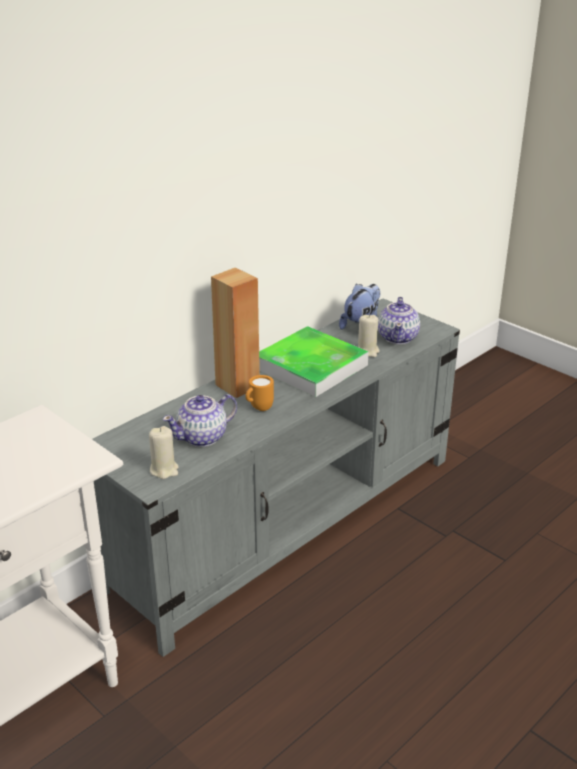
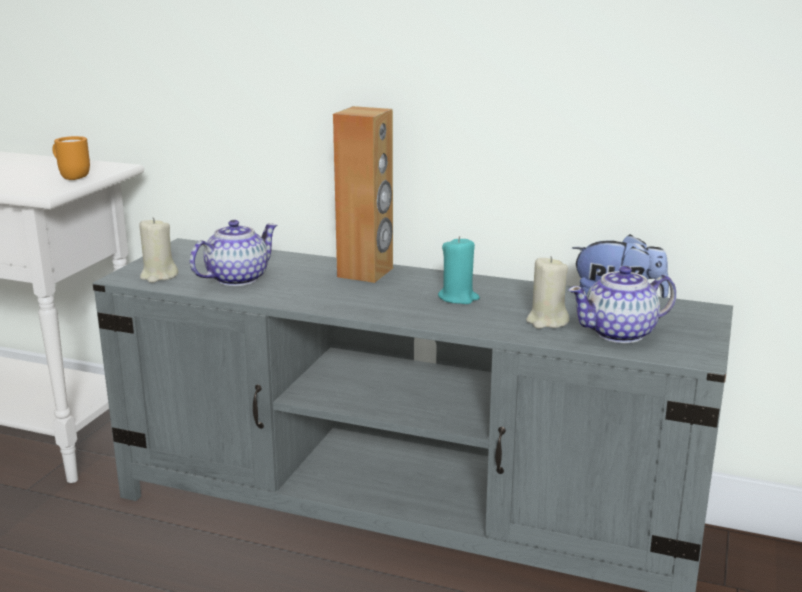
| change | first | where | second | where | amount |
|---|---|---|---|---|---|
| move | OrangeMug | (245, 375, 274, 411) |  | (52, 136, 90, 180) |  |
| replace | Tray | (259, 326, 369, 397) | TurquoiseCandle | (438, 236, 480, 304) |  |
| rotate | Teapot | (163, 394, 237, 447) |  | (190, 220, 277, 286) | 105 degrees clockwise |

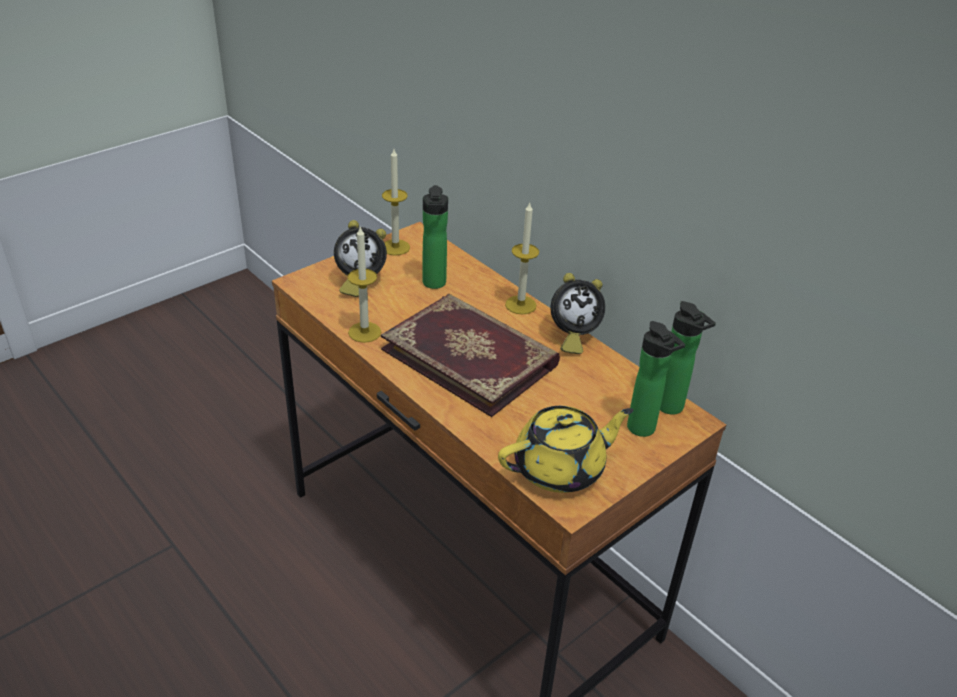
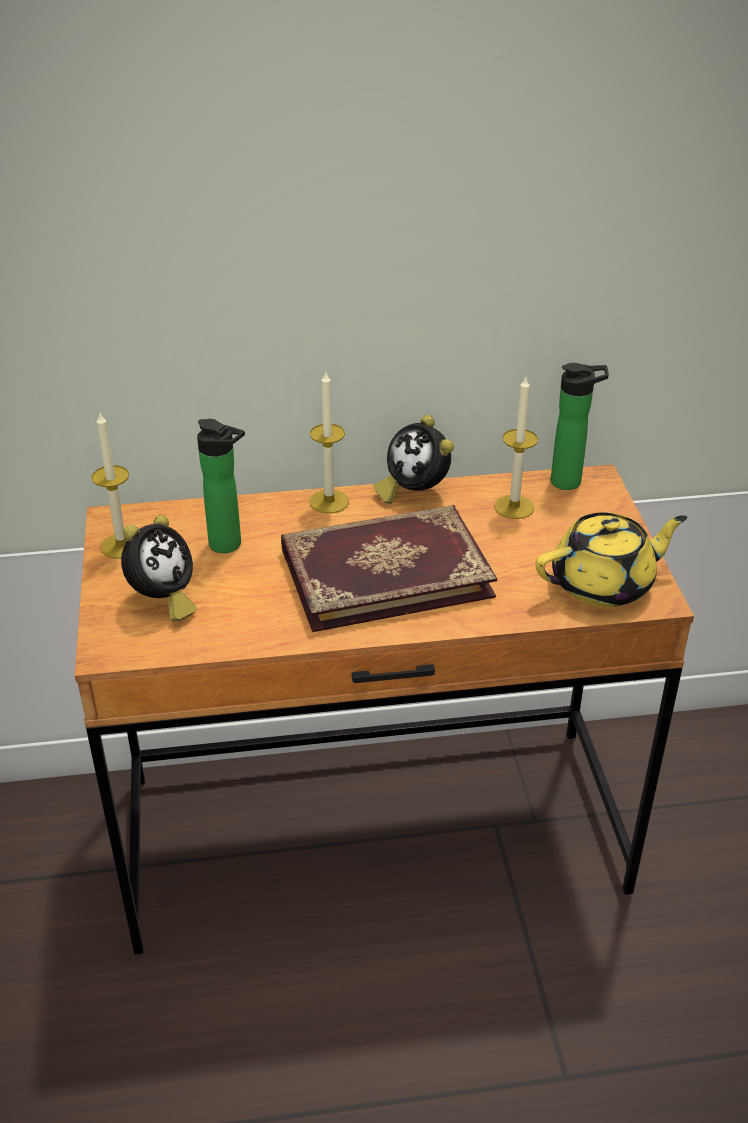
| change | first | where | second | where | amount |
|---|---|---|---|---|---|
| delete | Bottle | (627, 321, 685, 437) |  |  |  |
| move | Candle | (348, 227, 381, 343) |  | (494, 377, 538, 519) |  |
| rotate | YellowTeapot | (498, 406, 634, 493) |  | (536, 512, 687, 607) | 60 degrees clockwise |
| rotate | AlarmClock | (550, 273, 605, 354) |  | (373, 415, 454, 504) | 120 degrees clockwise |

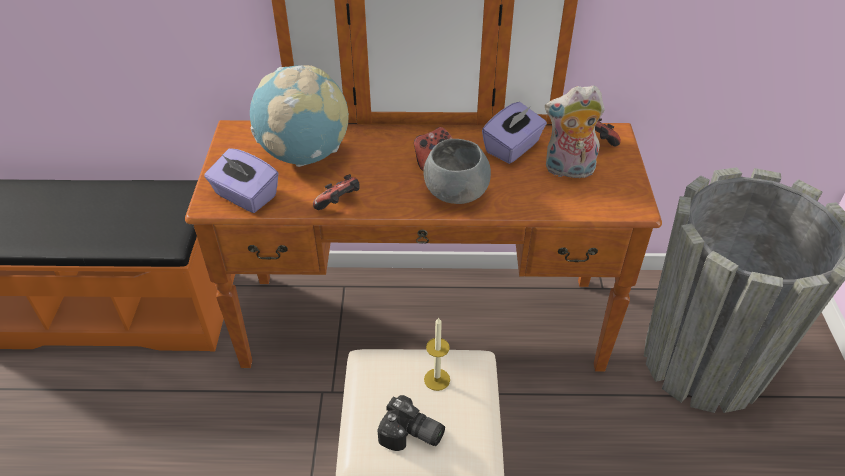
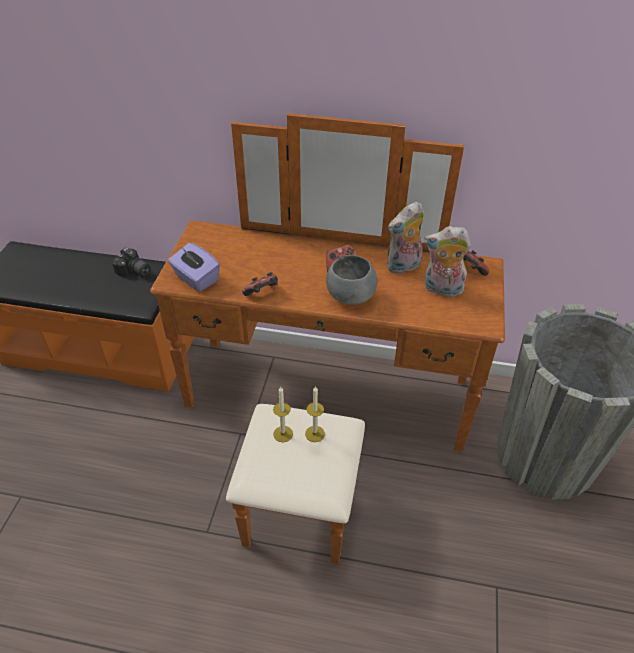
| change | first | where | second | where | amount |
|---|---|---|---|---|---|
| delete | Globe | (250, 65, 349, 167) |  |  |  |
| insert |  |  | Candle | (273, 387, 293, 442) |  |
| move | PhotoCamera | (378, 395, 445, 451) |  | (112, 247, 151, 277) |  |
| replace | PurpleTissueBox | (482, 102, 547, 164) | PlushToy | (387, 201, 424, 274) |  |

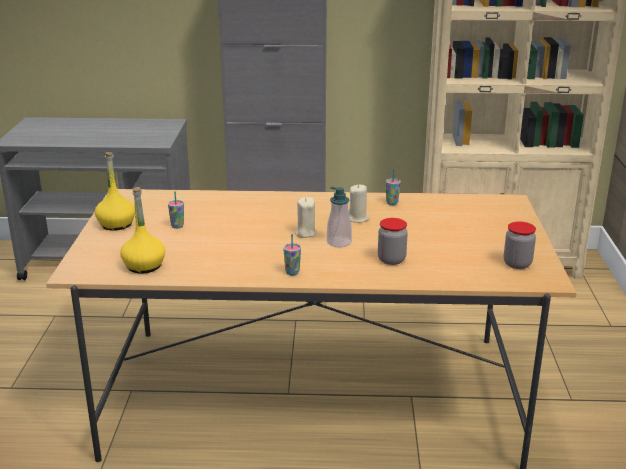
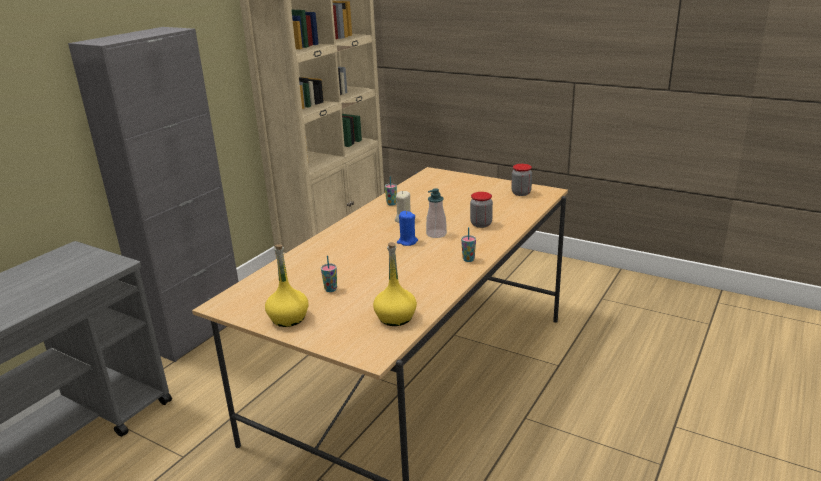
| change | first | where | second | where | amount |
|---|---|---|---|---|---|
| recolor | BeigeCandle | (295, 197, 317, 238) | BlueCandle | (397, 211, 418, 246) |  |

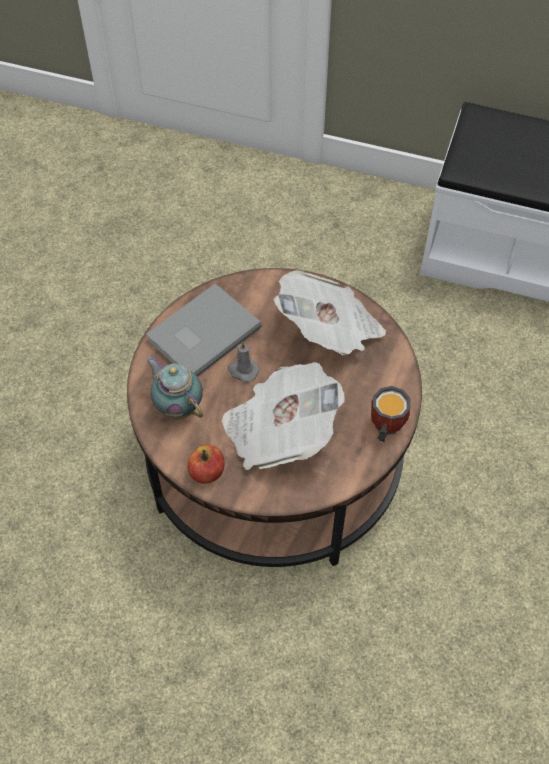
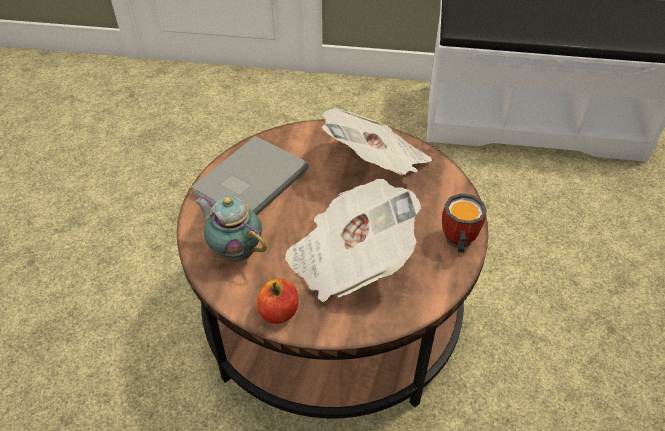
| change | first | where | second | where | amount |
|---|---|---|---|---|---|
| delete | GreyCandle | (228, 341, 259, 382) |  |  |  |

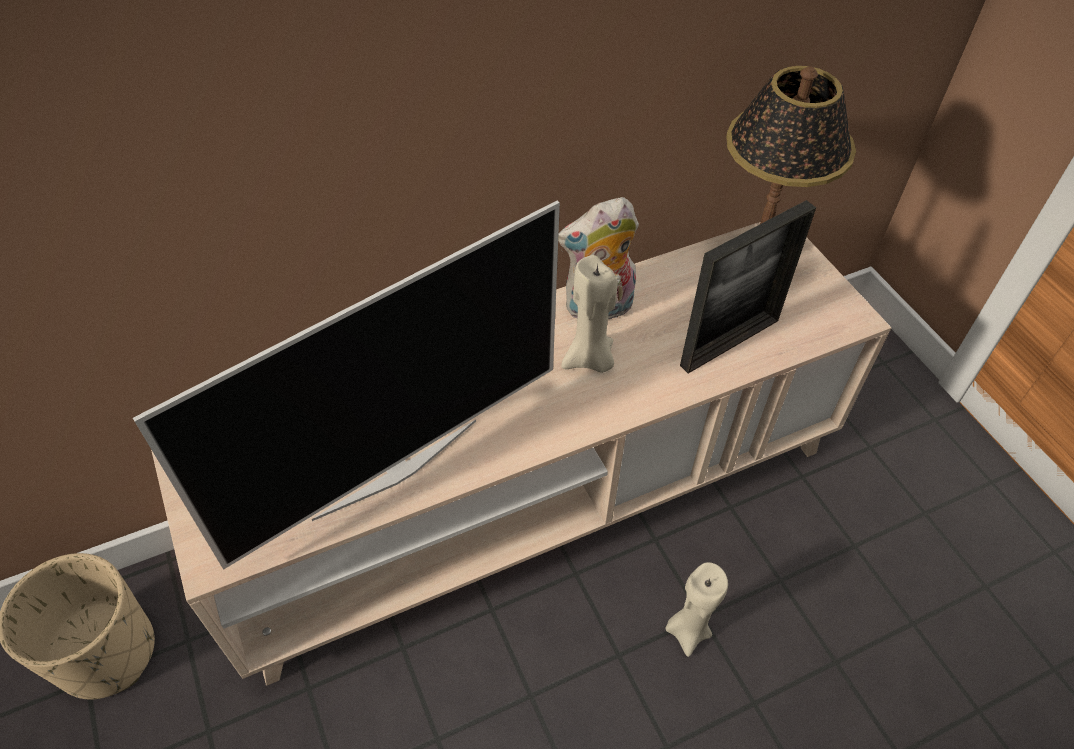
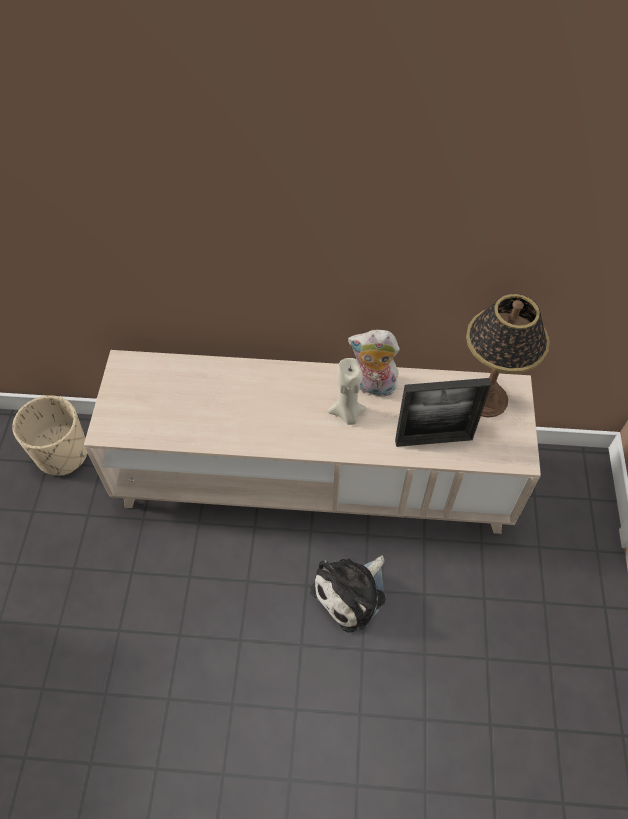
| change | first | where | second | where | amount |
|---|---|---|---|---|---|
| delete | Television | (133, 201, 560, 570) |  |  |  |
| replace | BeigeCandle | (666, 562, 728, 657) | PlushToy | (310, 556, 386, 633) |  |

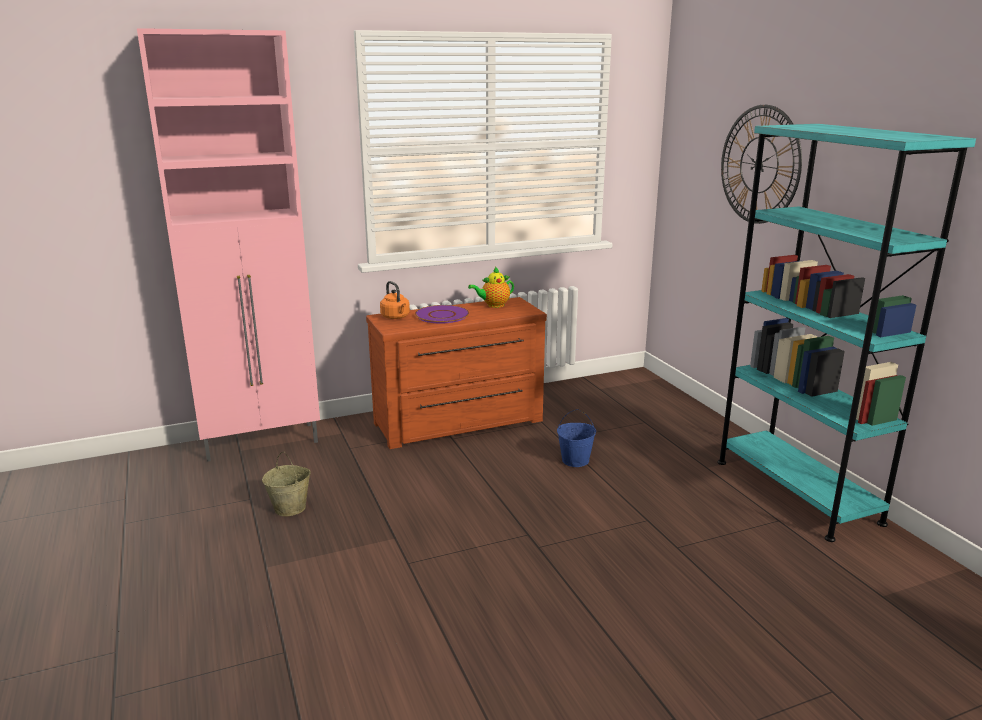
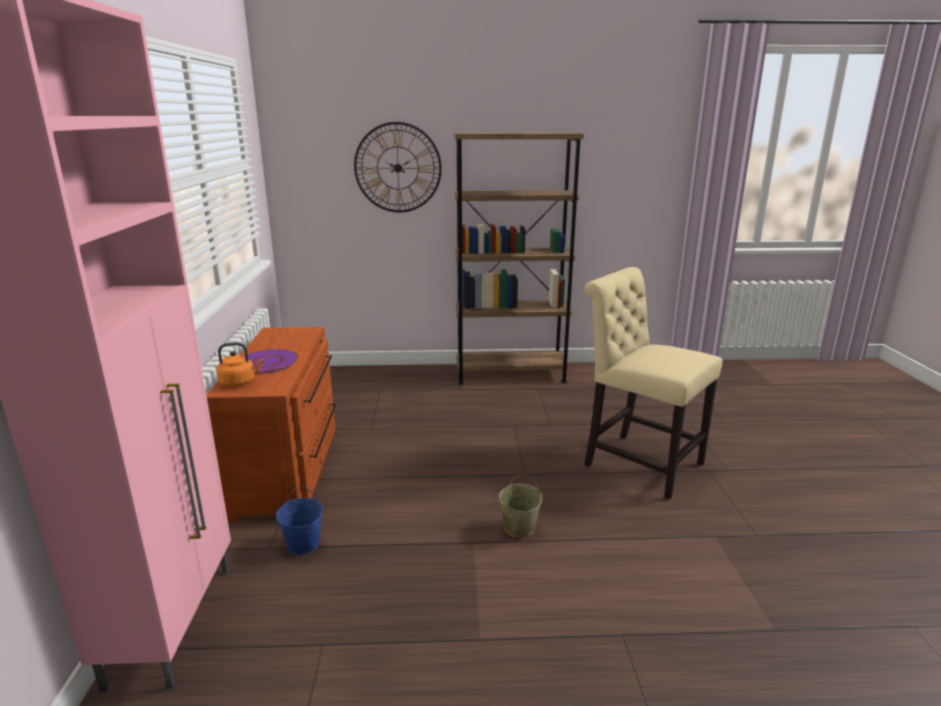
| change | first | where | second | where | amount |
|---|---|---|---|---|---|
| delete | Teapot | (468, 267, 514, 308) |  |  |  |
| insert |  |  | BeigeChair | (584, 267, 722, 500) |  |
| move | BeigeBucket | (262, 452, 311, 516) |  | (499, 473, 542, 538) |  |
| move | BlueBucket | (557, 409, 596, 467) |  | (276, 487, 323, 555) |  |
| recolor | TurquoiseBookcase | (717, 124, 976, 542) | BrownBookcase | (455, 132, 584, 385) |  |

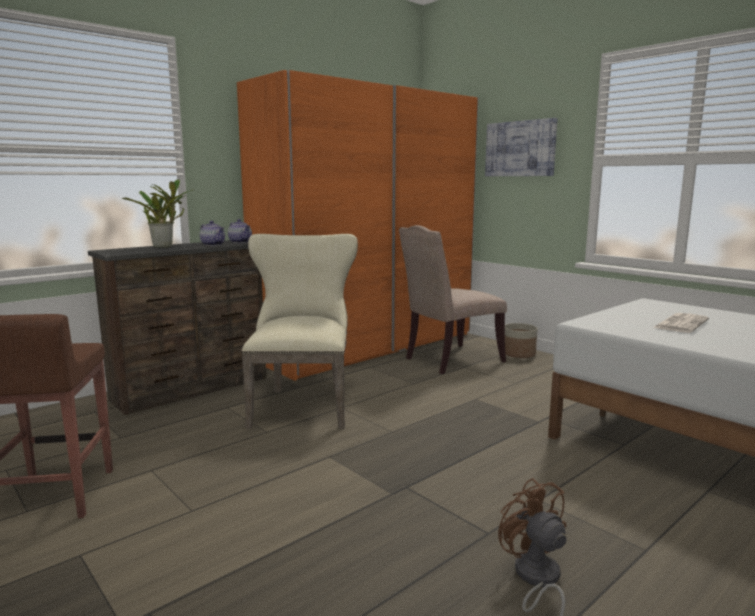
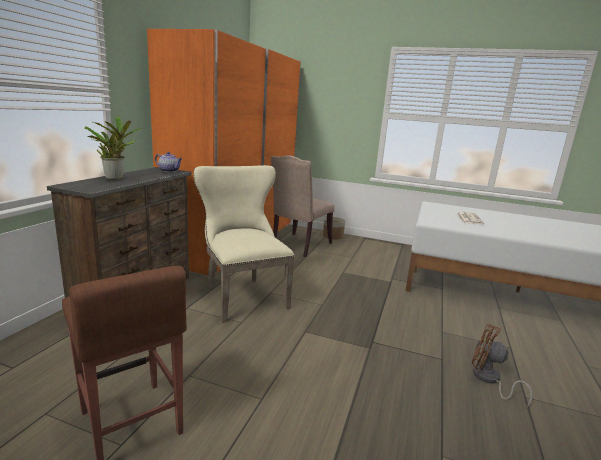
| change | first | where | second | where | amount |
|---|---|---|---|---|---|
| delete | Teapot | (200, 221, 225, 246) |  |  |  |
| delete | Picture | (485, 118, 558, 176) |  |  |  |

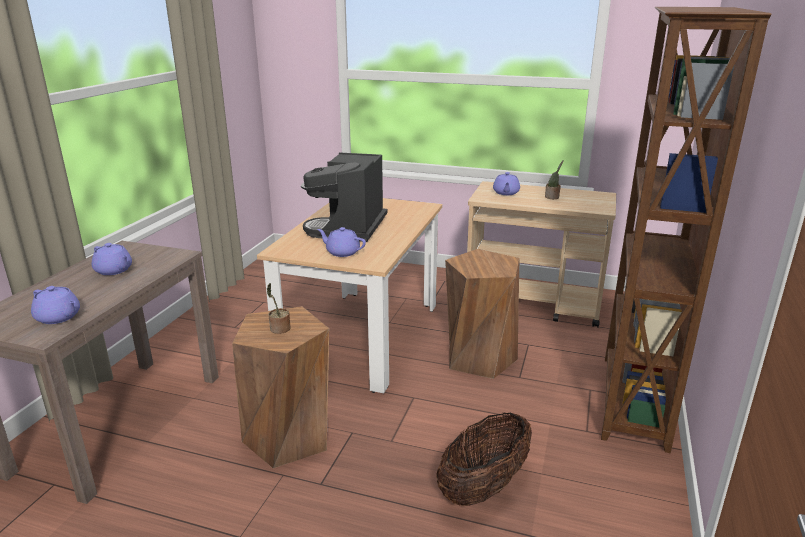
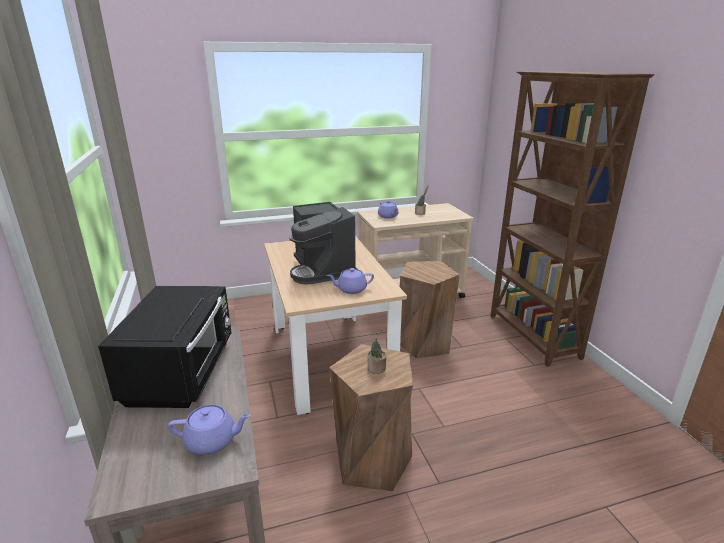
| change | first | where | second | where | amount |
|---|---|---|---|---|---|
| delete | Basket | (436, 412, 532, 506) |  |  |  |
| replace | PurpleTeapot | (92, 243, 132, 275) | BlackMicrowave | (98, 286, 232, 408) |  |

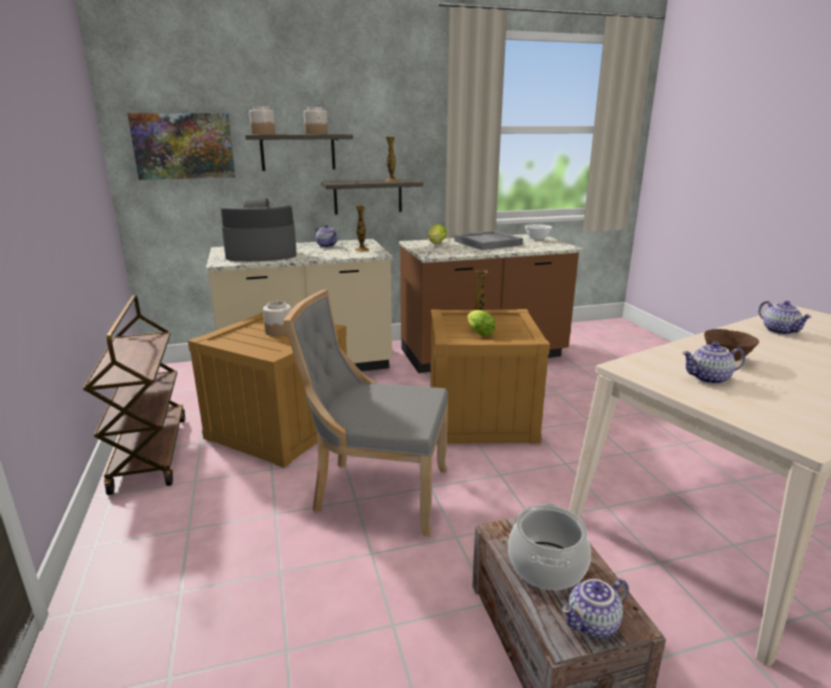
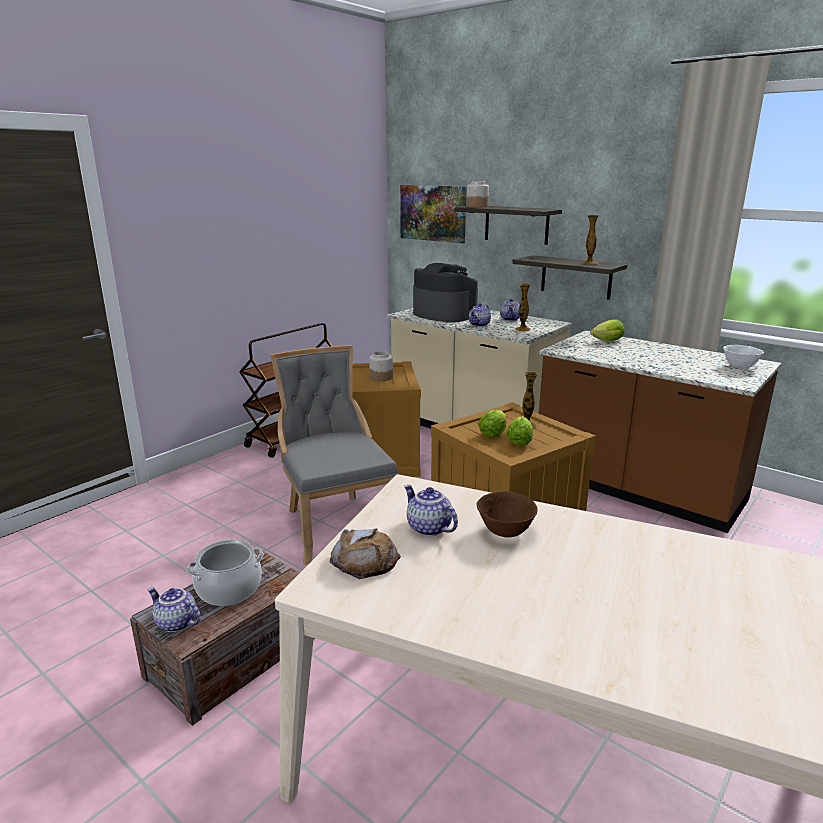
| change | first | where | second | where | amount |
|---|---|---|---|---|---|
| delete | Jar | (304, 107, 328, 134) |  |  |  |
| delete | GreyTray | (454, 231, 523, 250) |  |  |  |
| insert |  |  | Bread | (330, 528, 401, 579) |  |
| insert |  |  | Lettuce | (506, 416, 533, 446) |  |
| move | Teapot | (758, 301, 812, 335) |  | (469, 303, 491, 327) |  |

